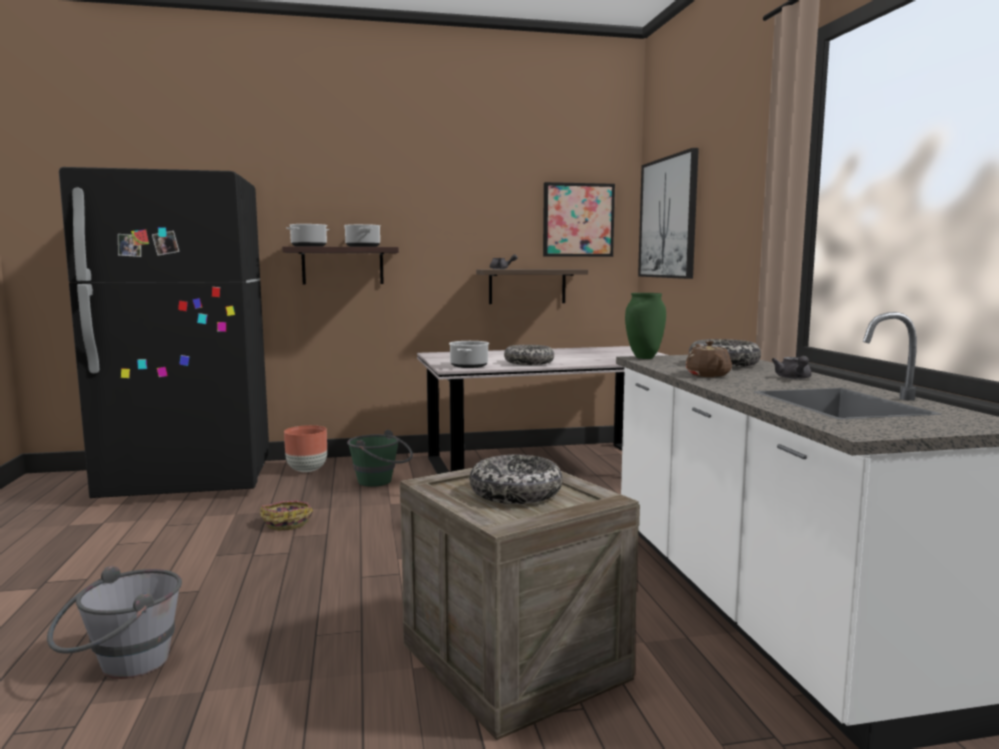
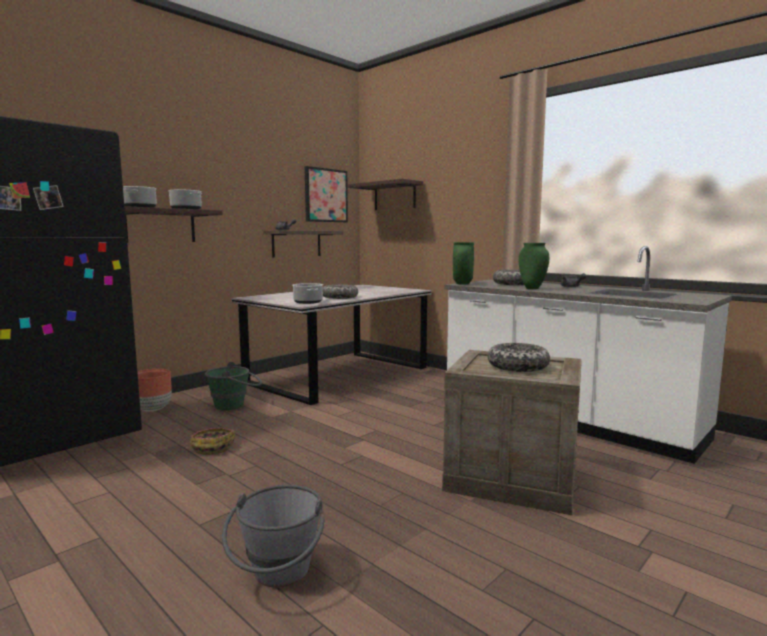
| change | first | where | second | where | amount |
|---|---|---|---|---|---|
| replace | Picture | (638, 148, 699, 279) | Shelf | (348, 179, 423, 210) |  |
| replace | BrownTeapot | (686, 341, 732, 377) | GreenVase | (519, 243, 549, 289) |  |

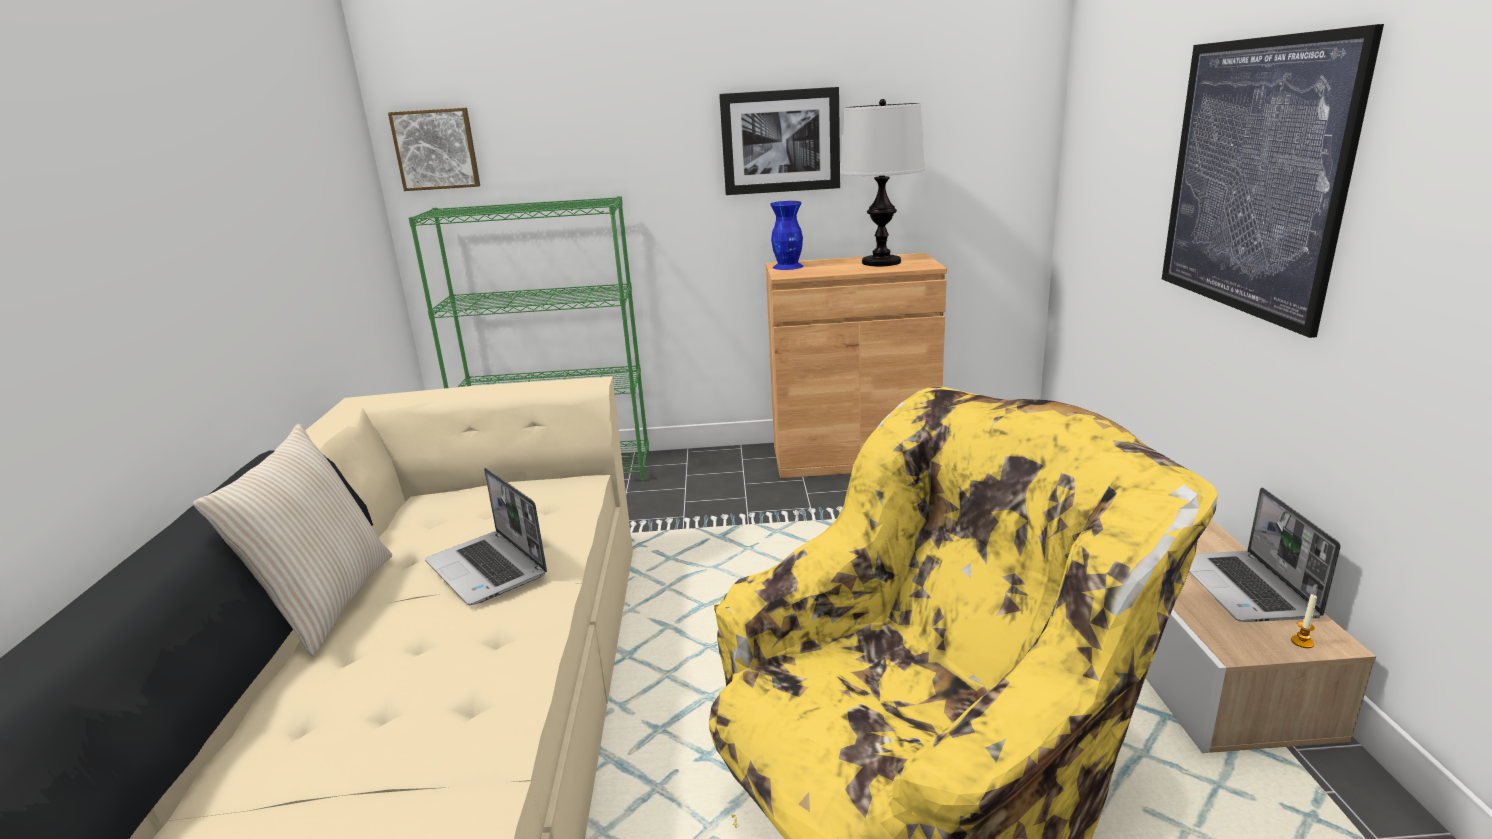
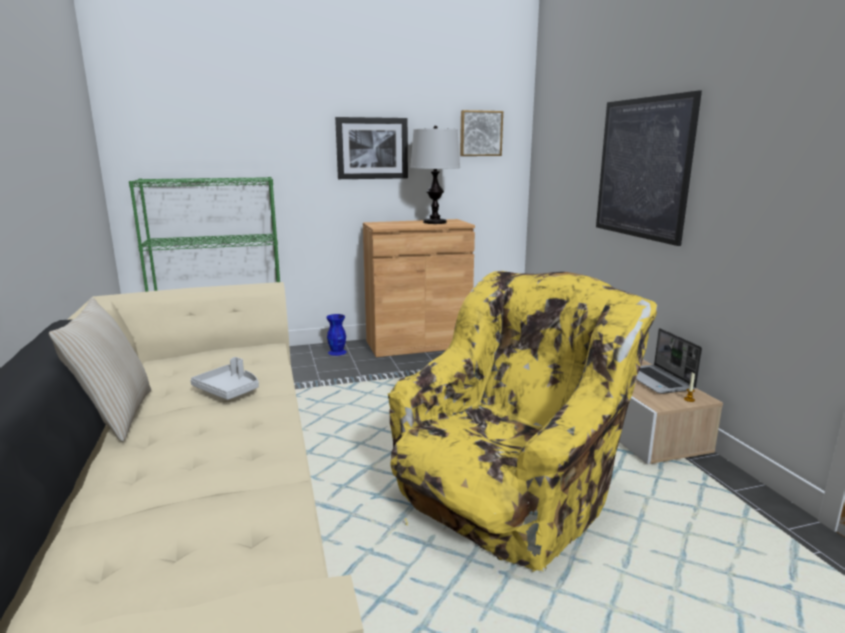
| change | first | where | second | where | amount |
|---|---|---|---|---|---|
| move | Picture | (388, 108, 480, 191) |  | (460, 110, 503, 156) |  |
| move | BlueVase | (770, 201, 803, 270) |  | (326, 314, 347, 356) |  |
| replace | Laptop | (425, 467, 547, 605) | GreyTray | (190, 357, 259, 400) |  |

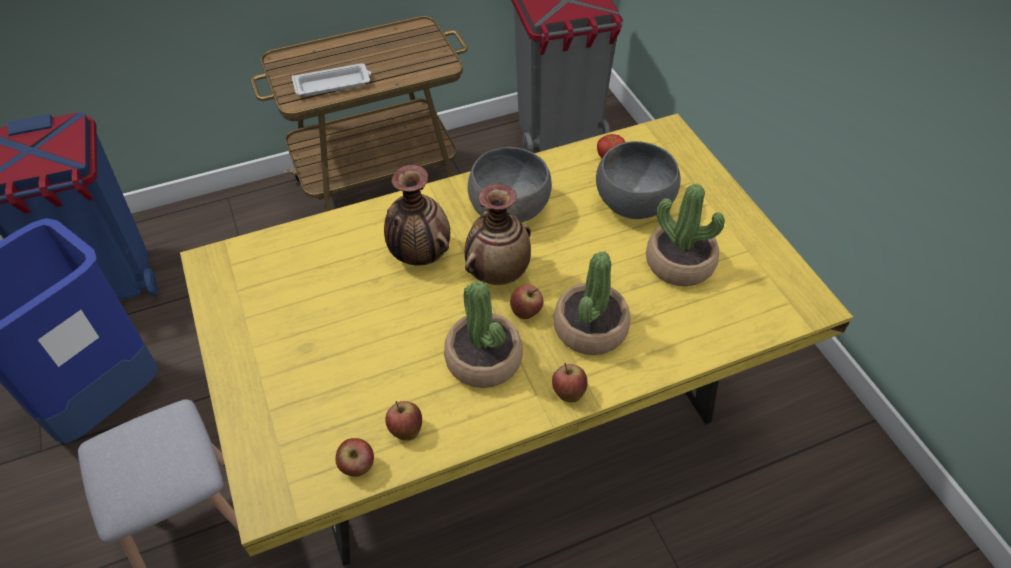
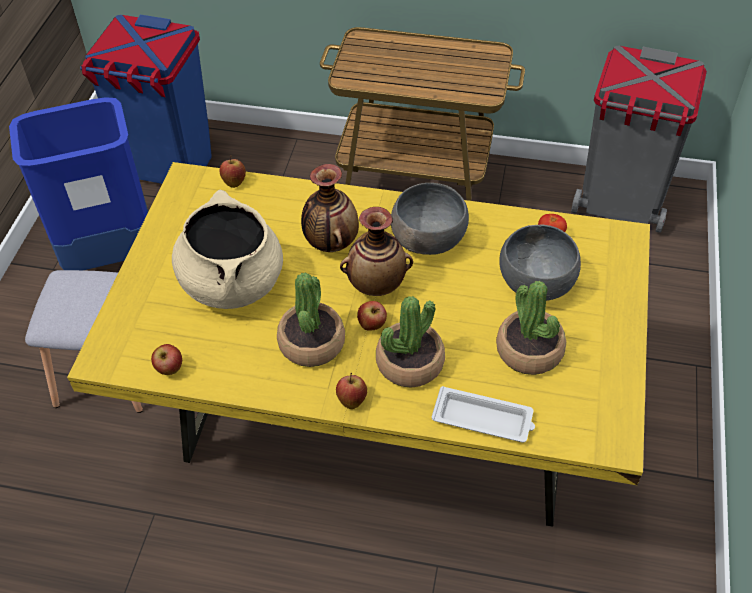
| change | first | where | second | where | amount |
|---|---|---|---|---|---|
| insert |  |  | BeigeCookingPot | (172, 189, 283, 309) |  |
| move | WhiteTray | (292, 63, 371, 96) |  | (432, 386, 535, 443) |  |
| move | Apple | (385, 401, 422, 441) |  | (220, 156, 246, 188) |  |

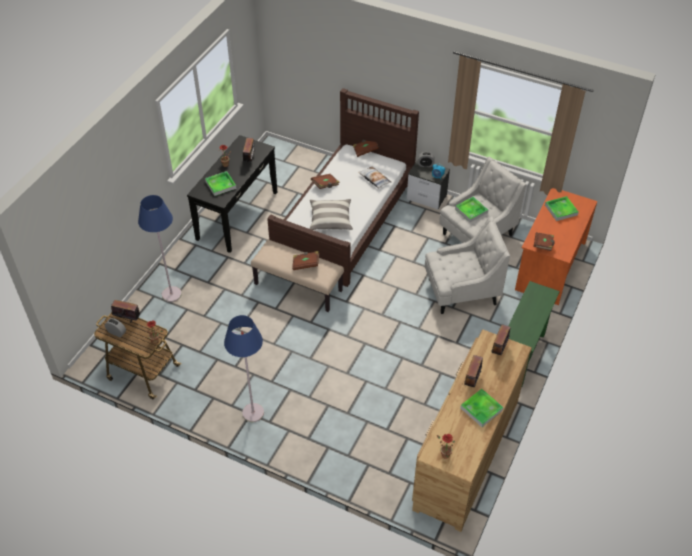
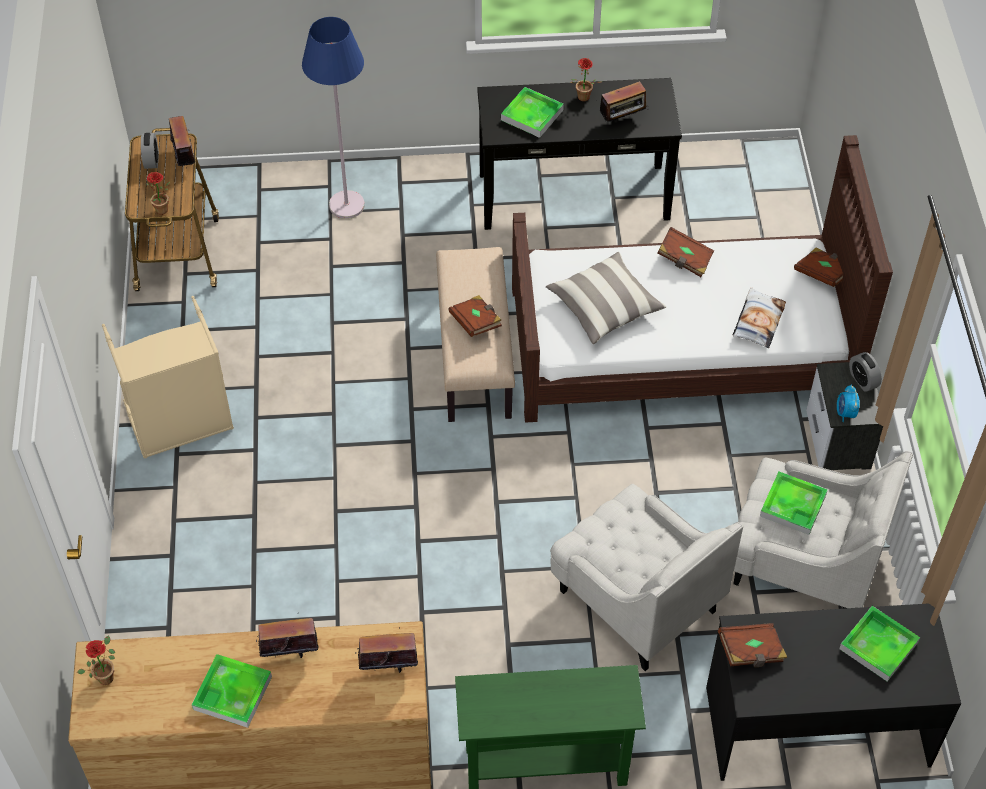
| change | first | where | second | where | amount |
|---|---|---|---|---|---|
| replace | BlueFloorLamp | (224, 315, 264, 422) | BeigeLaundryBasket | (102, 296, 234, 458) |  |
| recolor | OrangeDesk | (515, 188, 597, 305) | BlackDesk | (706, 603, 961, 781) |  |

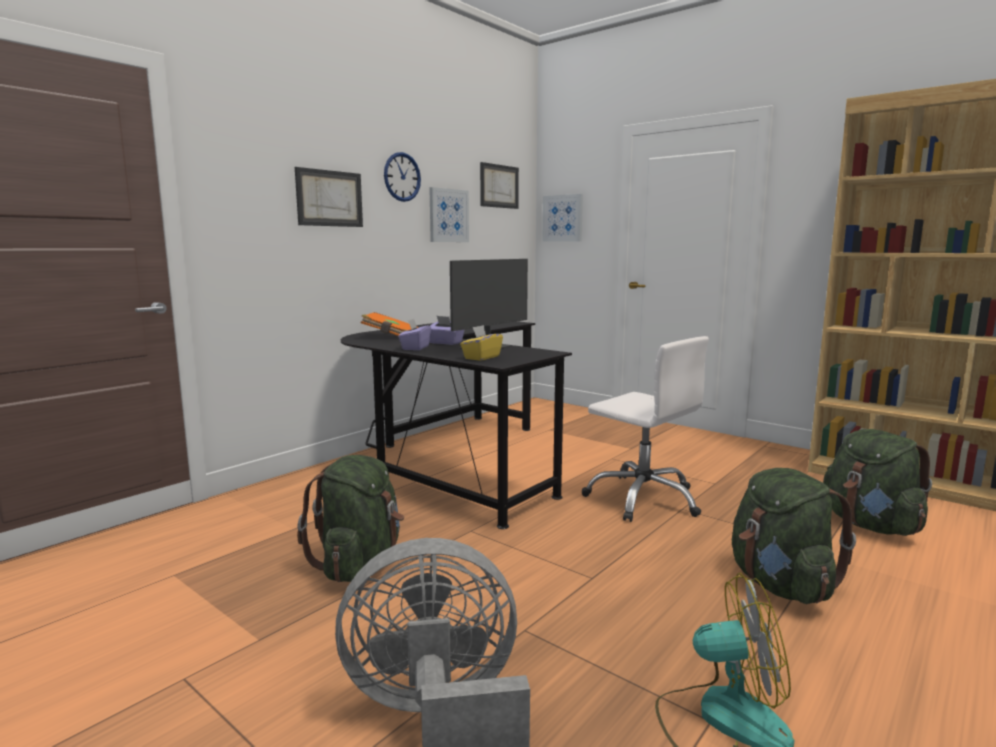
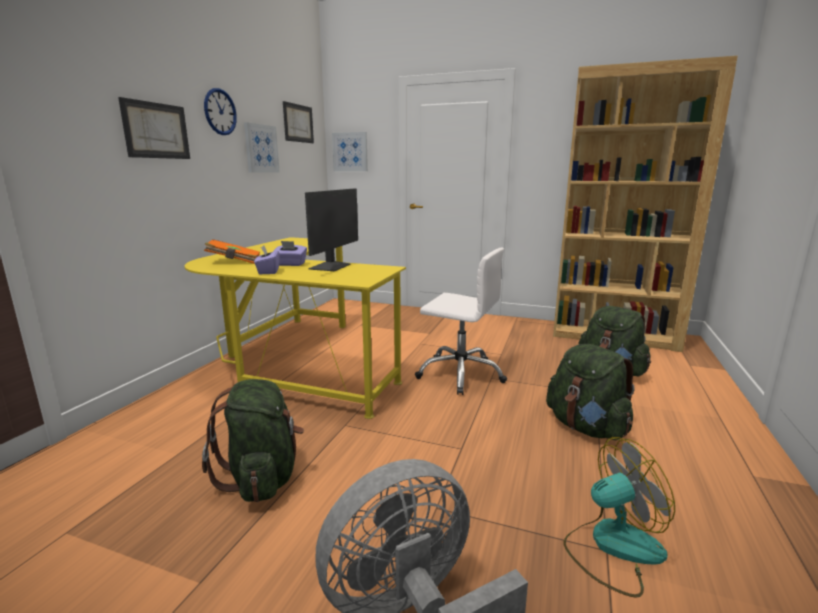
| change | first | where | second | where | amount |
|---|---|---|---|---|---|
| delete | YellowTissueBox | (460, 325, 503, 361) |  |  |  |
| recolor | BlackDesk | (341, 321, 572, 529) | YellowDesk | (185, 237, 406, 419) |  |

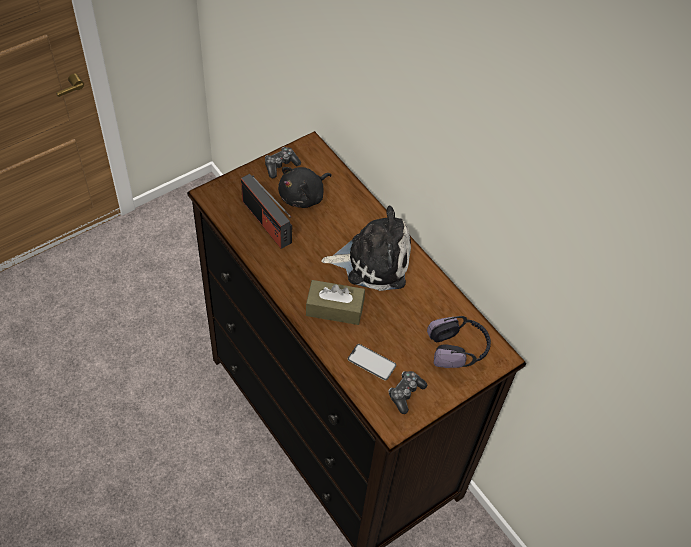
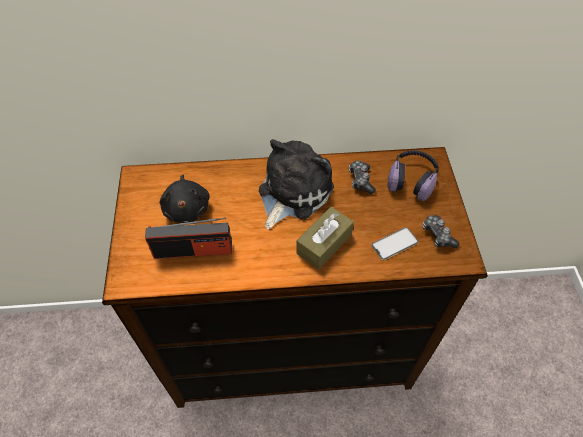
| change | first | where | second | where | amount |
|---|---|---|---|---|---|
| move | GameController | (265, 147, 301, 178) |  | (349, 160, 376, 194) |  |

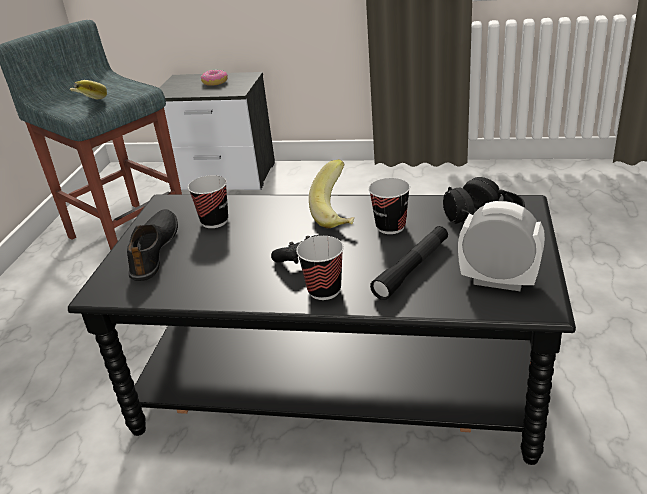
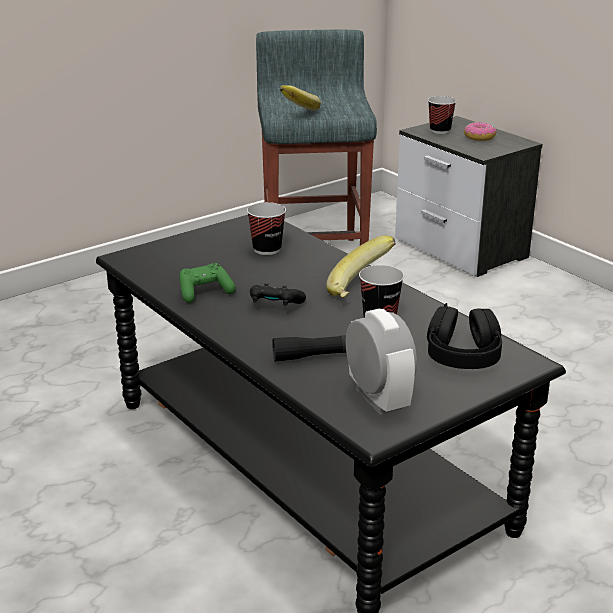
| change | first | where | second | where | amount |
|---|---|---|---|---|---|
| delete | BlackShoe | (127, 209, 178, 281) |  |  |  |
| insert |  |  | GreenGameController | (179, 263, 236, 303) |  |
| move | Cup | (296, 236, 344, 300) |  | (428, 96, 456, 134) |  |

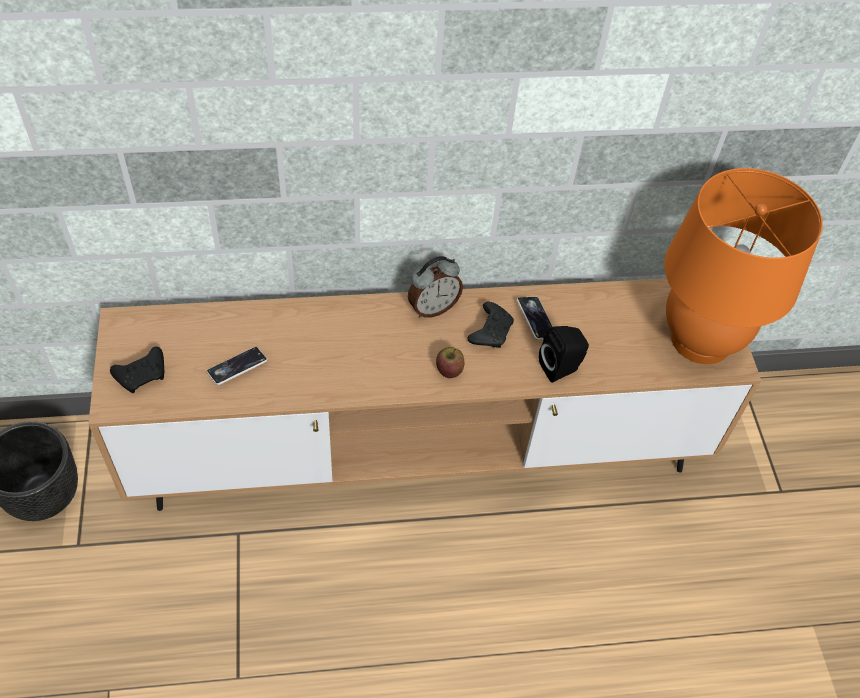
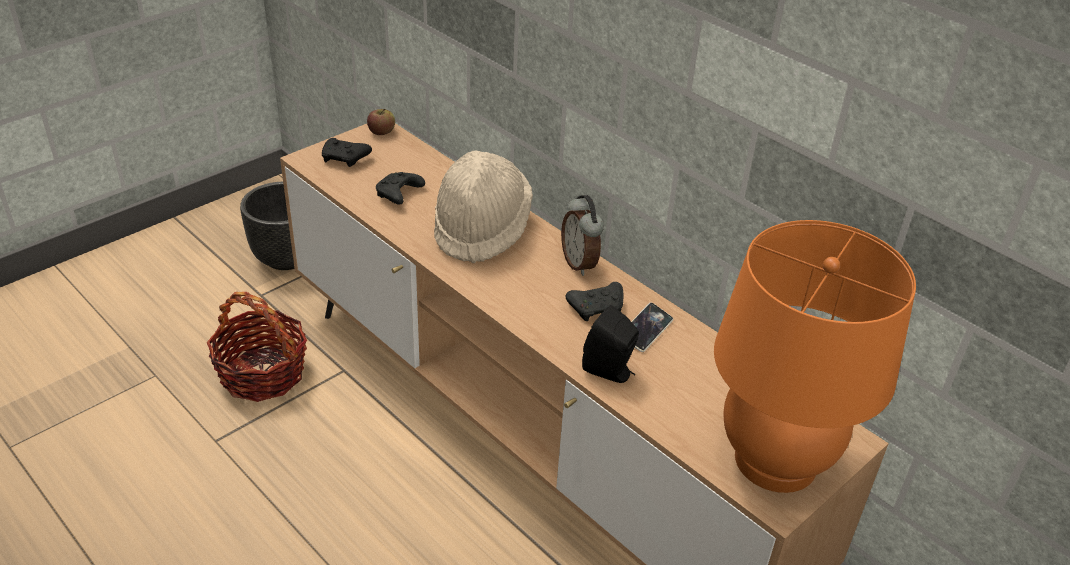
| change | first | where | second | where | amount |
|---|---|---|---|---|---|
| insert |  |  | Basket | (207, 292, 307, 402) |  |
| insert |  |  | BeigeHat | (434, 150, 533, 264) |  |
| move | Apple | (436, 347, 464, 378) |  | (367, 109, 395, 135) |  |
| replace | Phone | (207, 347, 268, 385) | BlackGameController | (376, 172, 425, 205) |  |
| rotate | AlarmClock | (408, 256, 463, 318) |  | (561, 195, 604, 276) | 45 degrees clockwise |

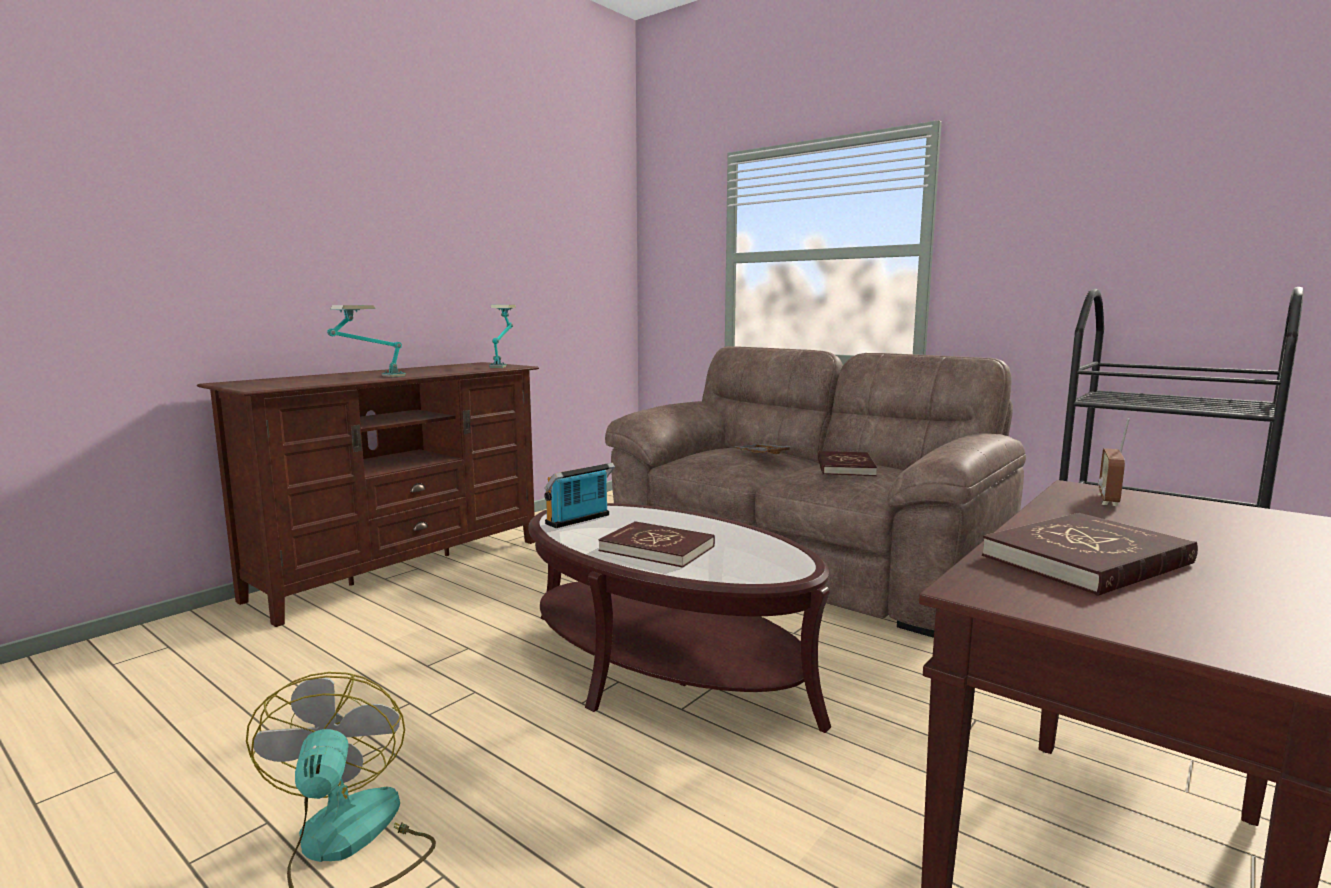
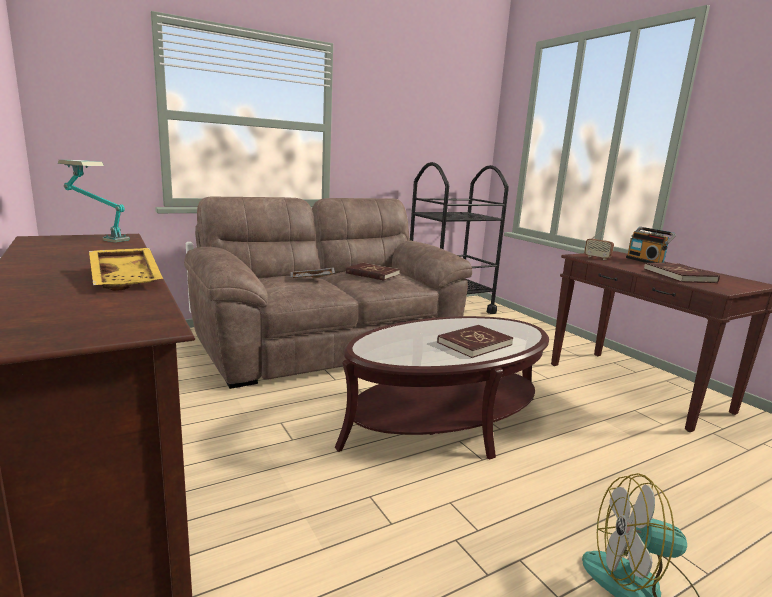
| change | first | where | second | where | amount |
|---|---|---|---|---|---|
| move | Radio | (544, 463, 615, 528) |  | (626, 227, 676, 263) |  |
| replace | TableLamp | (327, 305, 406, 377) | YellowTray | (89, 248, 163, 291) |  |

